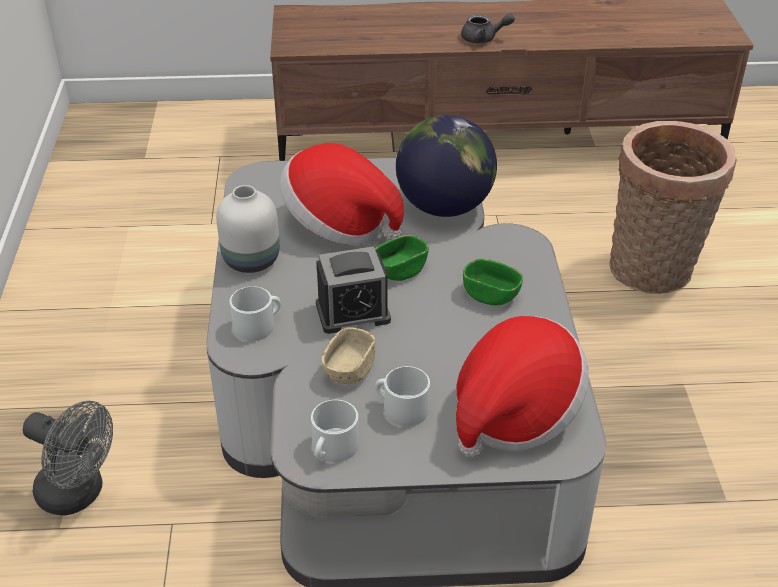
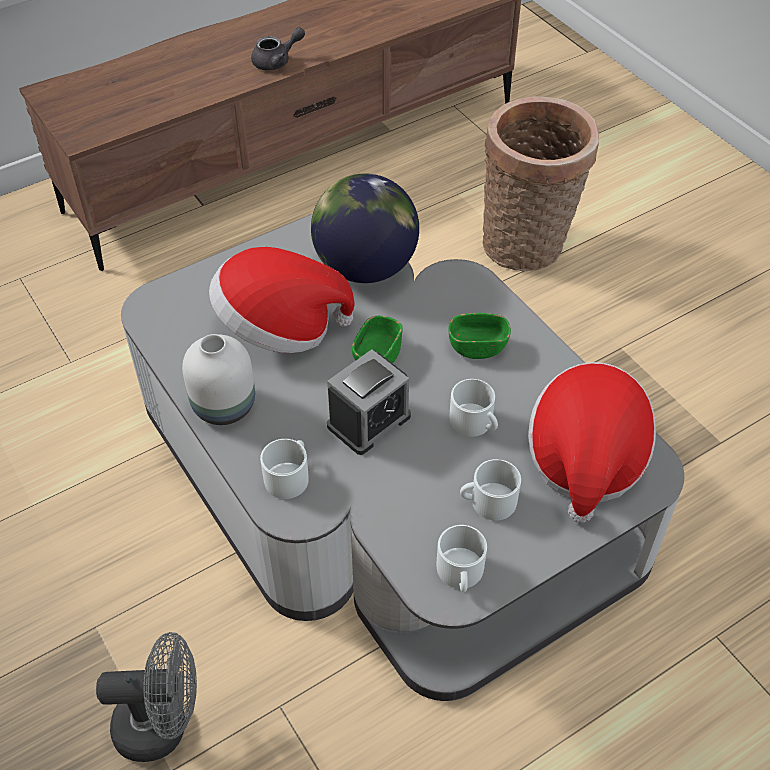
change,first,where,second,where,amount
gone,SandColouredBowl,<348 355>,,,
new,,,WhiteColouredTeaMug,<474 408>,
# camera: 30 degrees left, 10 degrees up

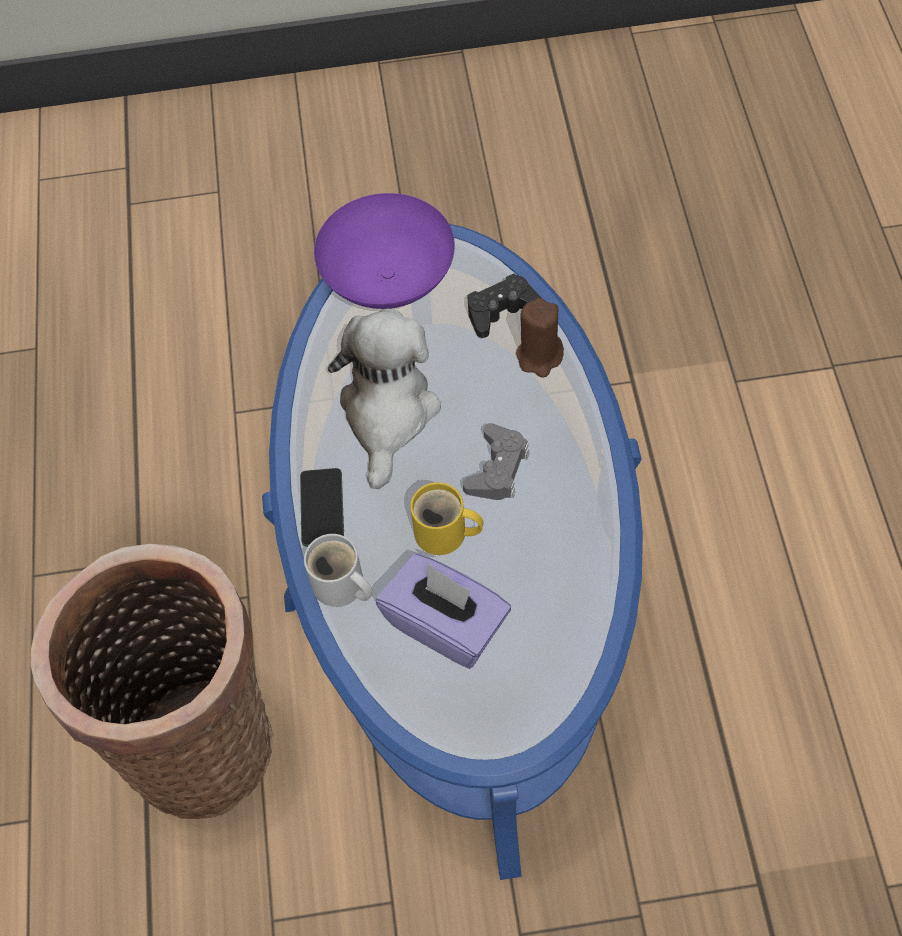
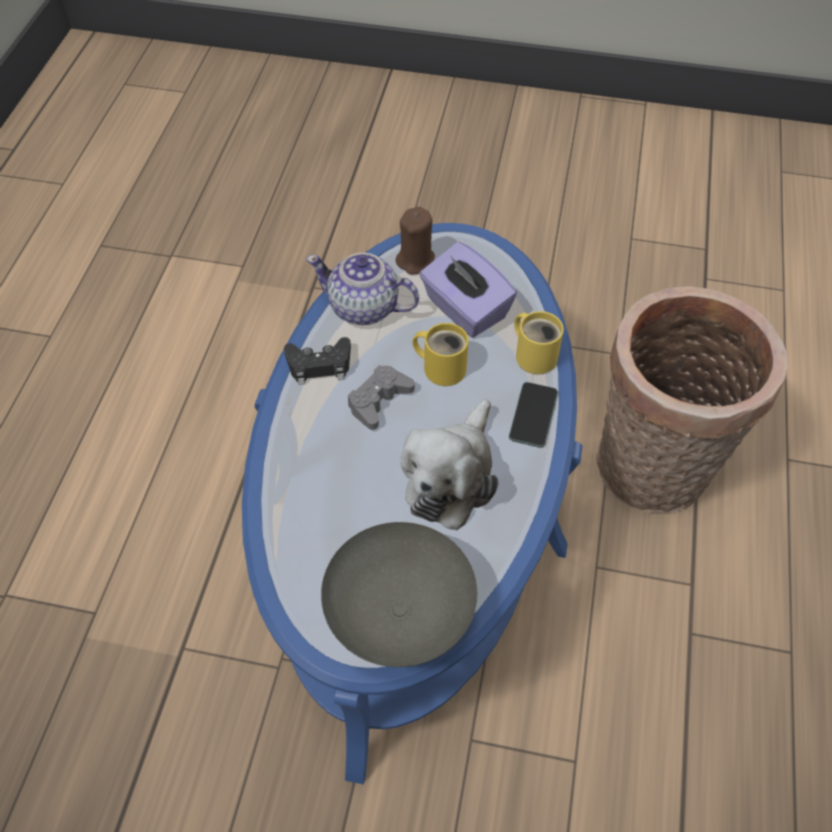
change,first,where,second,where,amount
repainted,PurplishBowl,<384 251>,GrayBowl,<399 594>,
shifted,BlackColouredGamepad,<504 306>,,<317 360>,
shifted,BrownishCandle,<540 337>,,<415 240>,
repainted,WhiteColouredTeaMug,<338 570>,YellowishTeaMug,<539 342>,
new,,,Teapot,<362 289>,
# camera: 165 degrees left, 5 degrees down

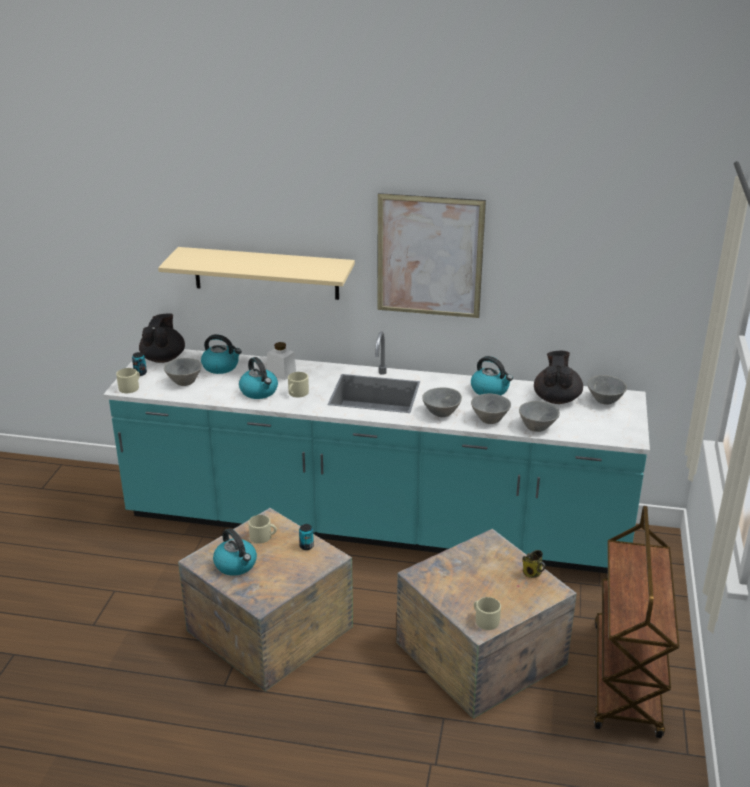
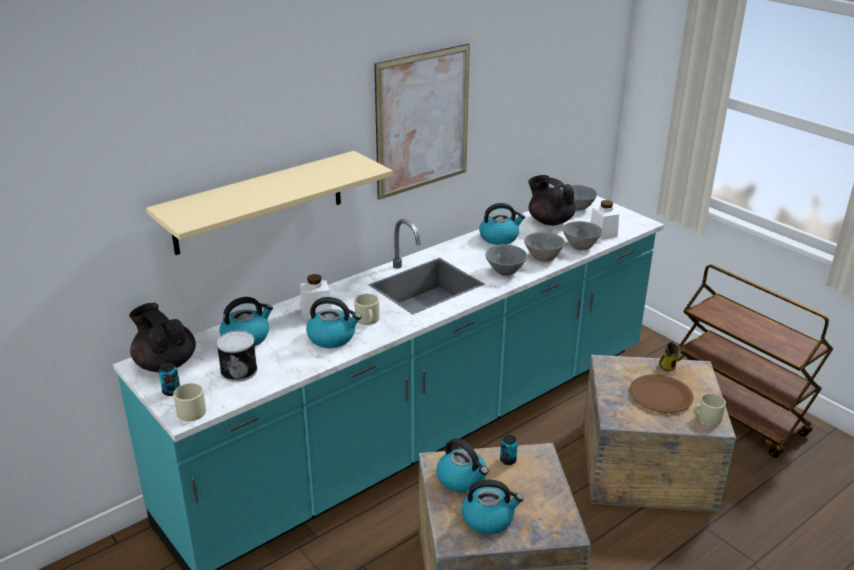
change,first,where,second,where,amount
swapped,GrayBowl,<183 372>,MetalCan,<237 356>,
swapped,SandColouredTeaMug,<262 529>,Kettle,<462 465>,
new,,,WhiteColouredPreserveJar,<604 220>,
new,,,BrownishFlatDish,<661 393>,
# camera: 50 degrees left, 0 degrees up

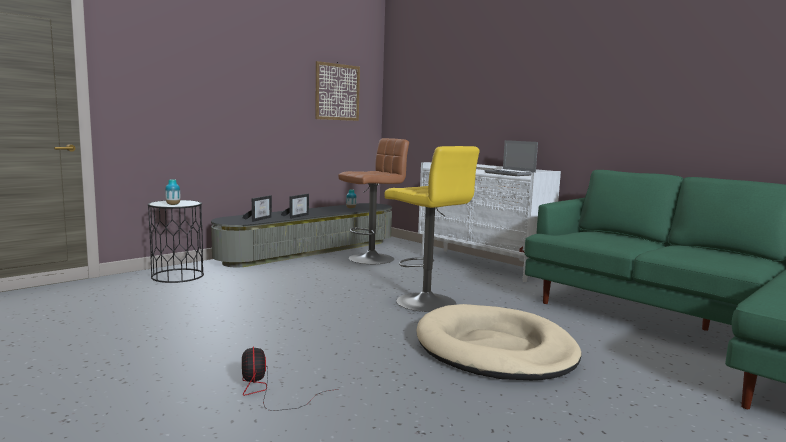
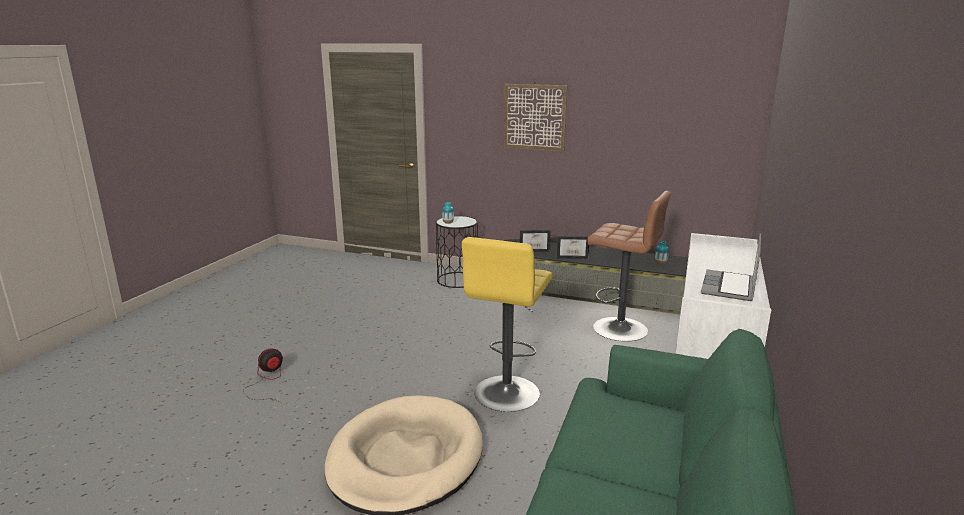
change,first,where,second,where,amount
shifted,WallArt,<337 91>,,<535 116>,
# camera: 65 degrees right, 10 degrees up

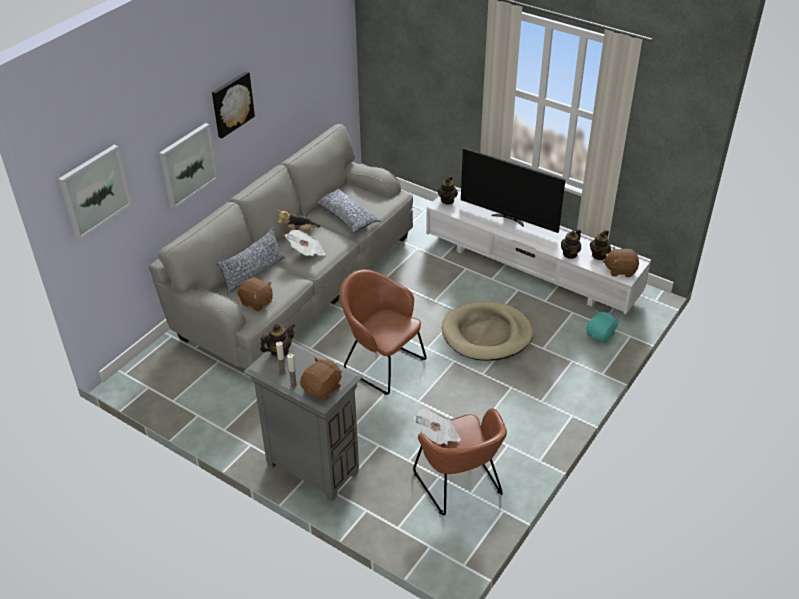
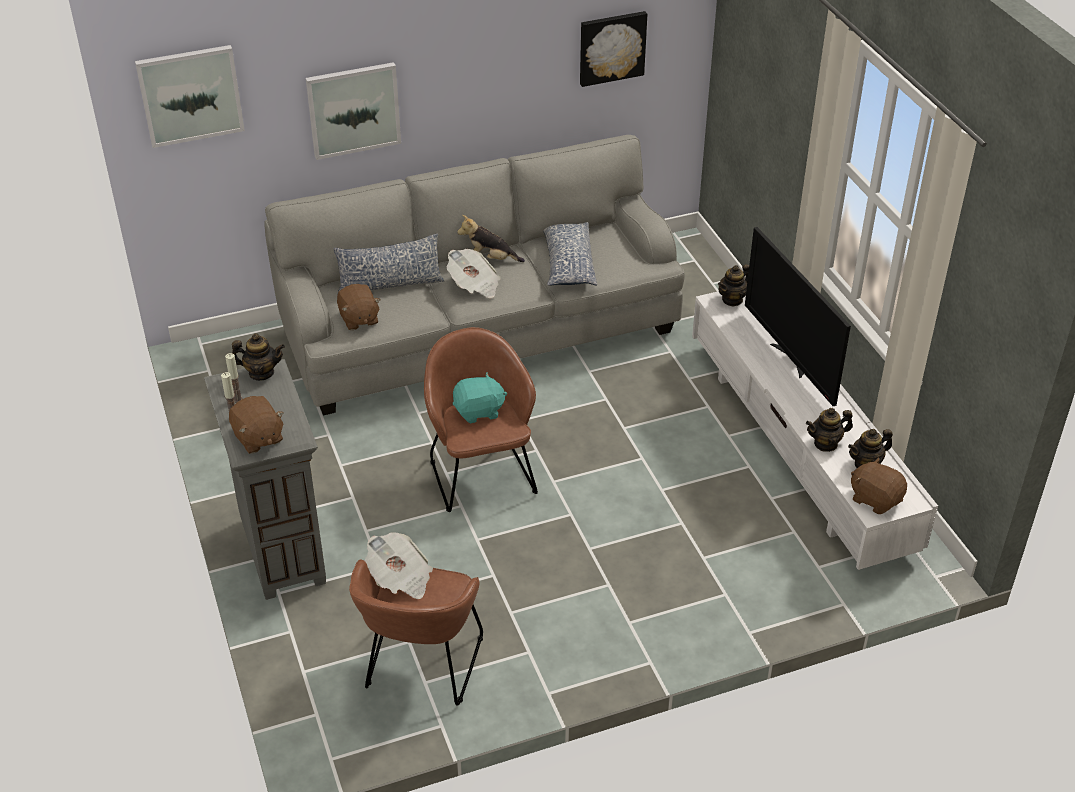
change,first,where,second,where,amount
shifted,WallArt,<233 104>,,<613 49>,
gone,SandColouredDogCushion,<487 331>,,,
shifted,TurquoiseColouredSoftToy,<603 327>,,<480 397>,
rotated,BrownishSoftToy,<321 378>,,<256 425>,75 degrees clockwise
# camera: 35 degrees right, 0 degrees up

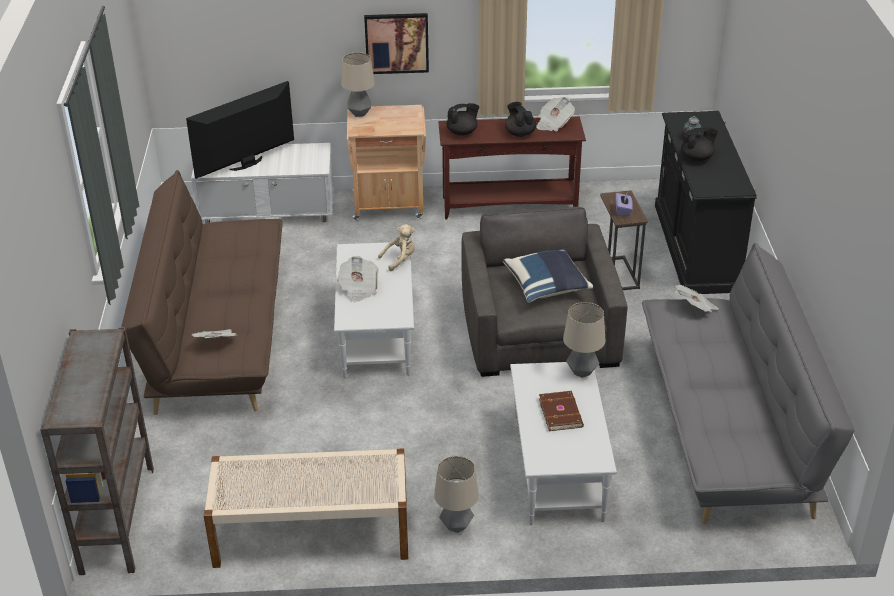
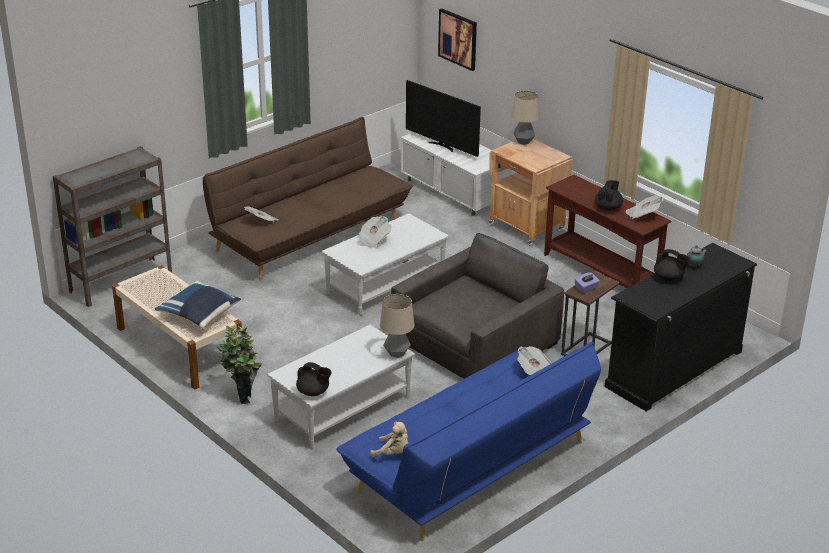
change,first,where,second,where,amount
shifted,WallArt,<396 43>,,<457 40>,
rotated,Television,<240 130>,,<443 118>,150 degrees counterclockwise
shifted,BlackColouredTeapot,<462 119>,,<314 379>,
shifted,SandColouredSoftToy,<396 247>,,<389 439>,
repainted,GraySettee,<748 383>,BluishSettee,<469 441>,
shifted,BluishThrowPillow,<548 275>,,<198 304>,
gone,BrownishBoundBook,<561 411>,,,
swapped,TableLamp,<456 494>,Houseplant,<239 364>,
# camera: 50 degrees right, 5 degrees down

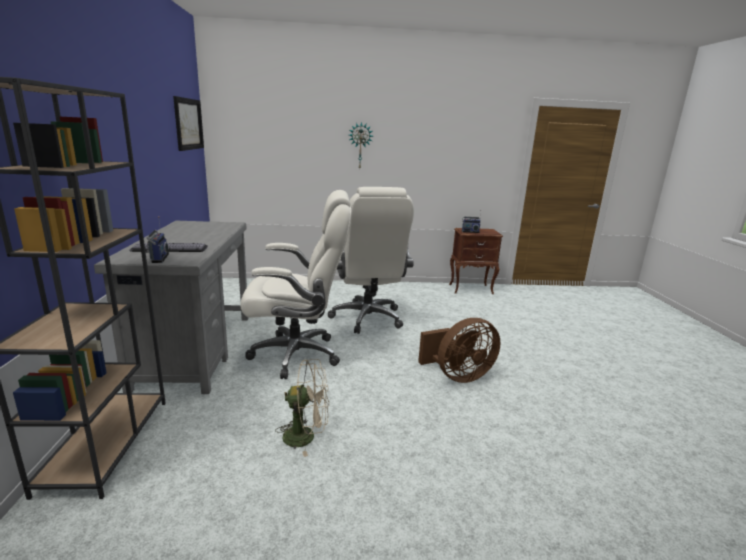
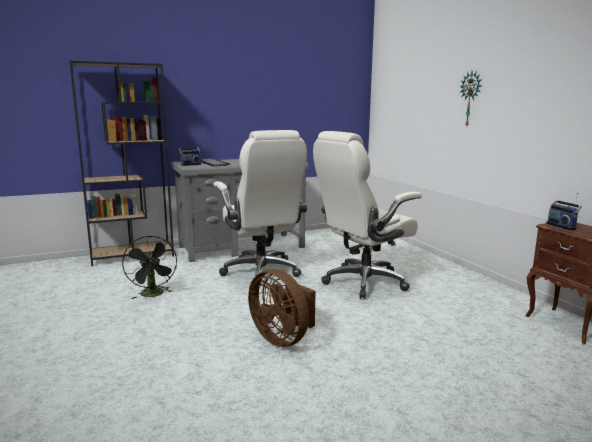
change,first,where,second,where,amount
gone,WallArt,<188 123>,,,
repainted,SandColouredElectricFan,<302 408>,BlackColouredElectricFan,<149 267>,
# camera: 70 degrees right, 5 degrees down

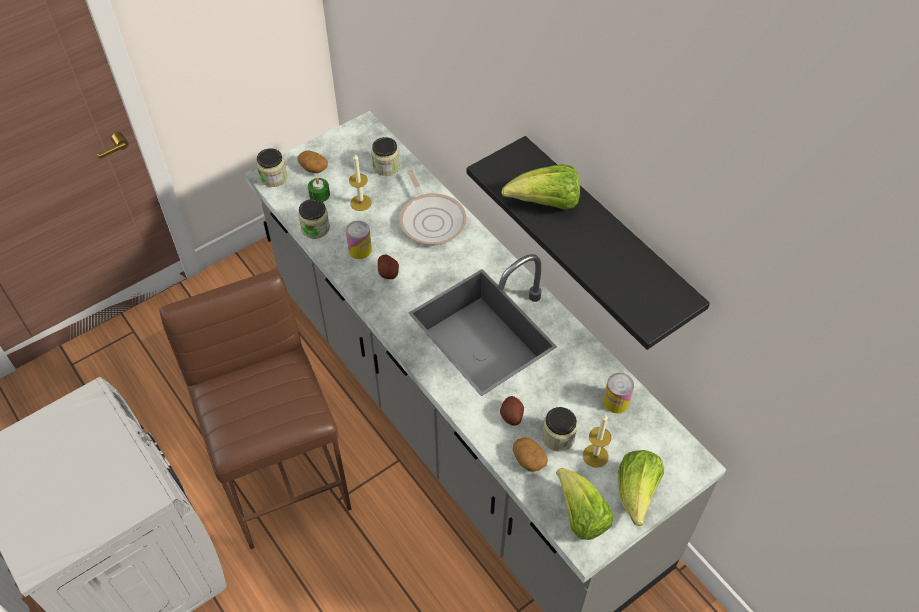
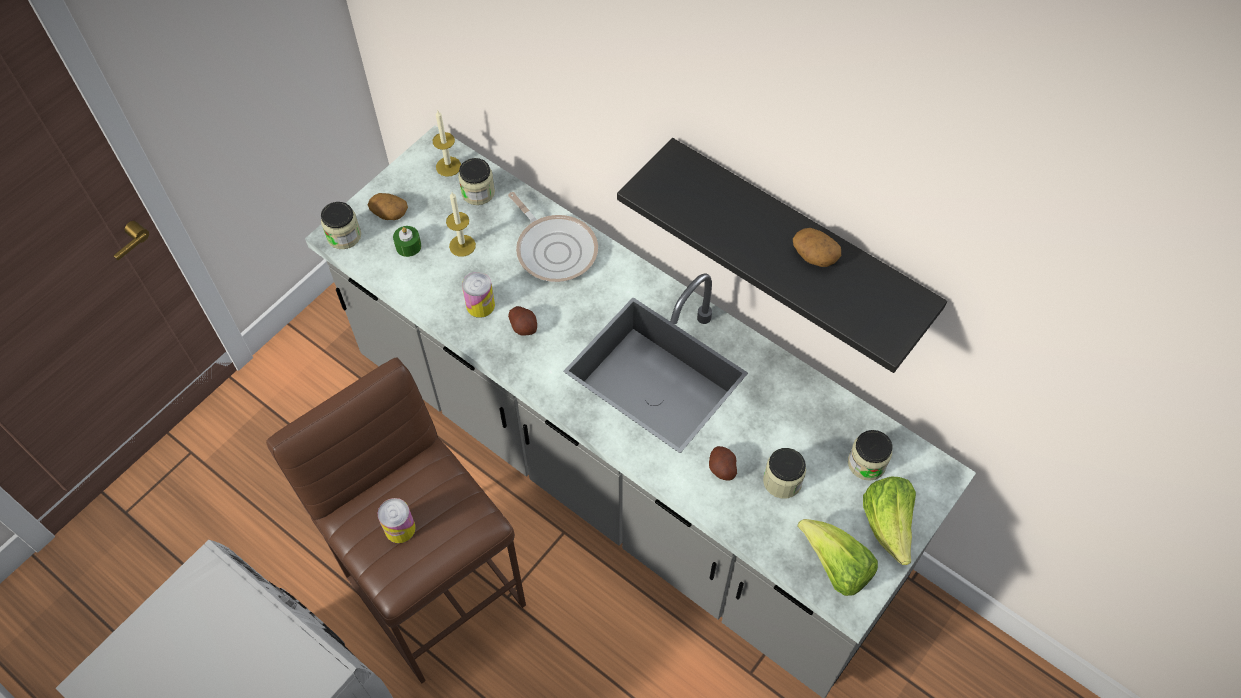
change,first,where,second,where,amount
gone,Lettuce,<540 187>,,,
shifted,PreserveJar,<314 219>,,<870 455>,
shifted,MetalCan,<618 393>,,<397 520>,
shifted,Candle,<597 441>,,<447 143>,
shifted,WholePotato,<530 454>,,<817 247>,
# camera: 15 degrees left, 5 degrees up

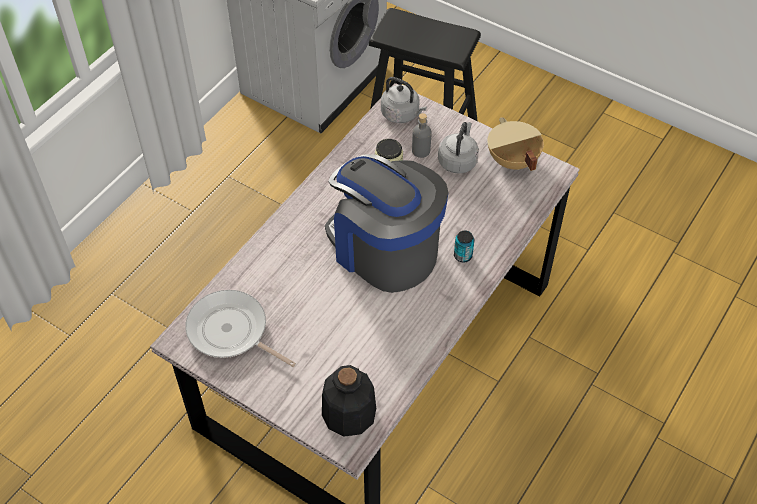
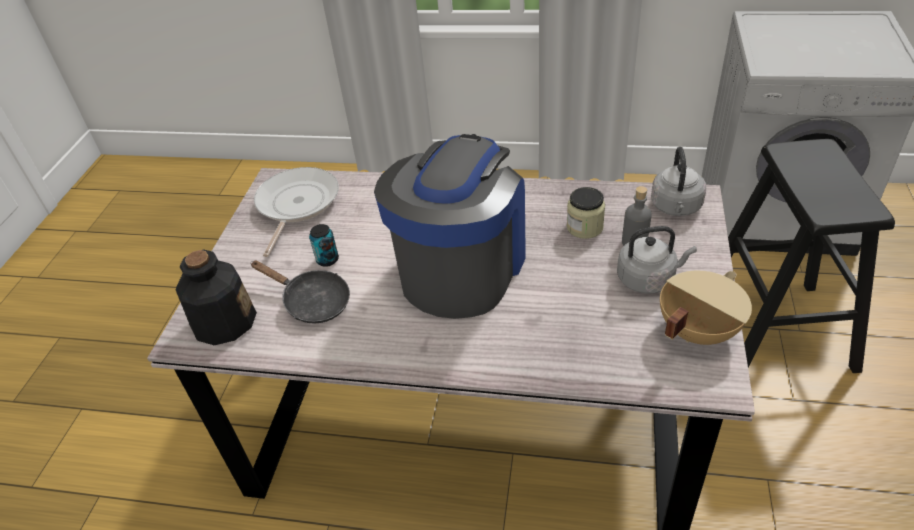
change,first,where,second,where,amount
shifted,MetalCan,<464 246>,,<324 245>,
new,,,BlackColouredPan,<300 292>,
# camera: 70 degrees right, 10 degrees down

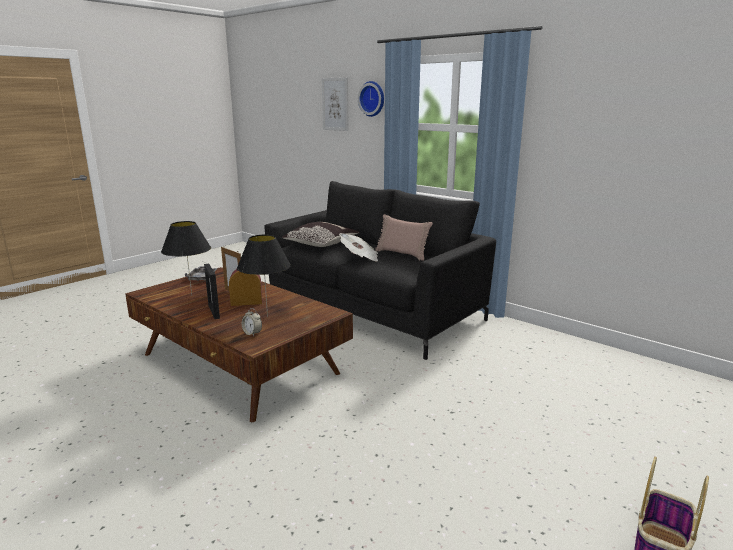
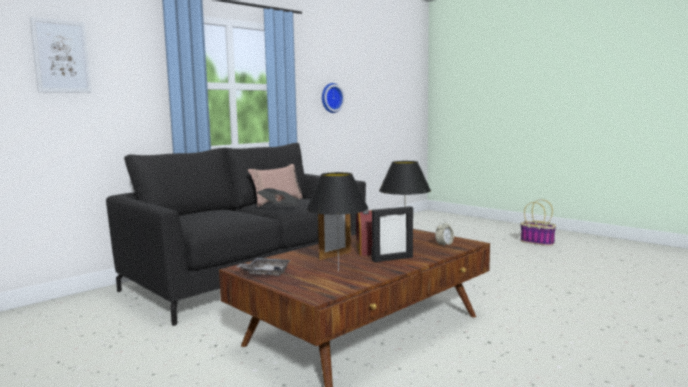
change,first,where,second,where,amount
shifted,ClockOnTheWall,<371 99>,,<333 98>,
gone,ThrowPillow,<320 234>,,,
# camera: 85 degrees left, 10 degrees down

